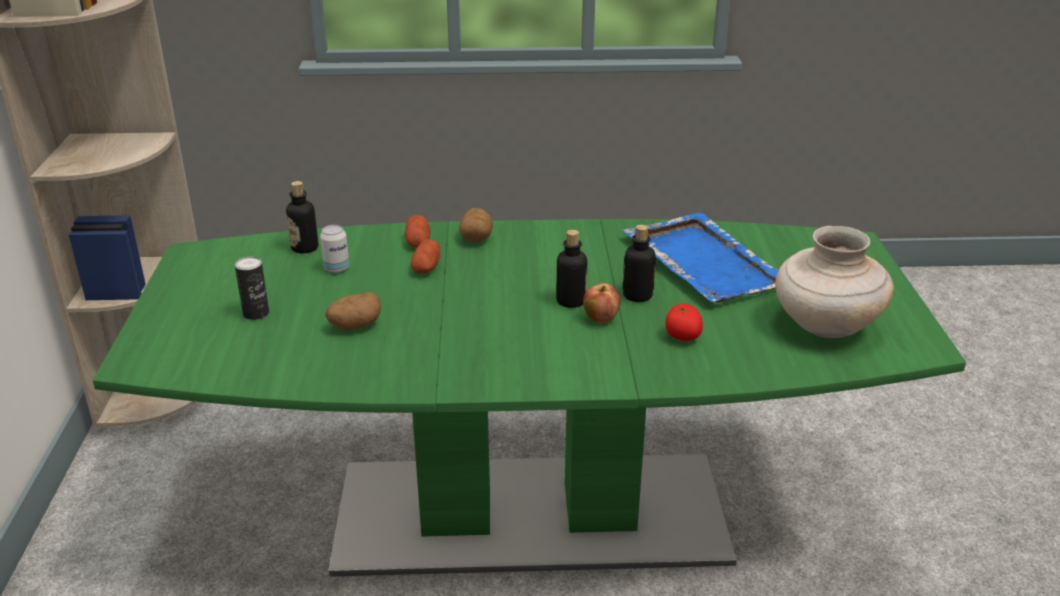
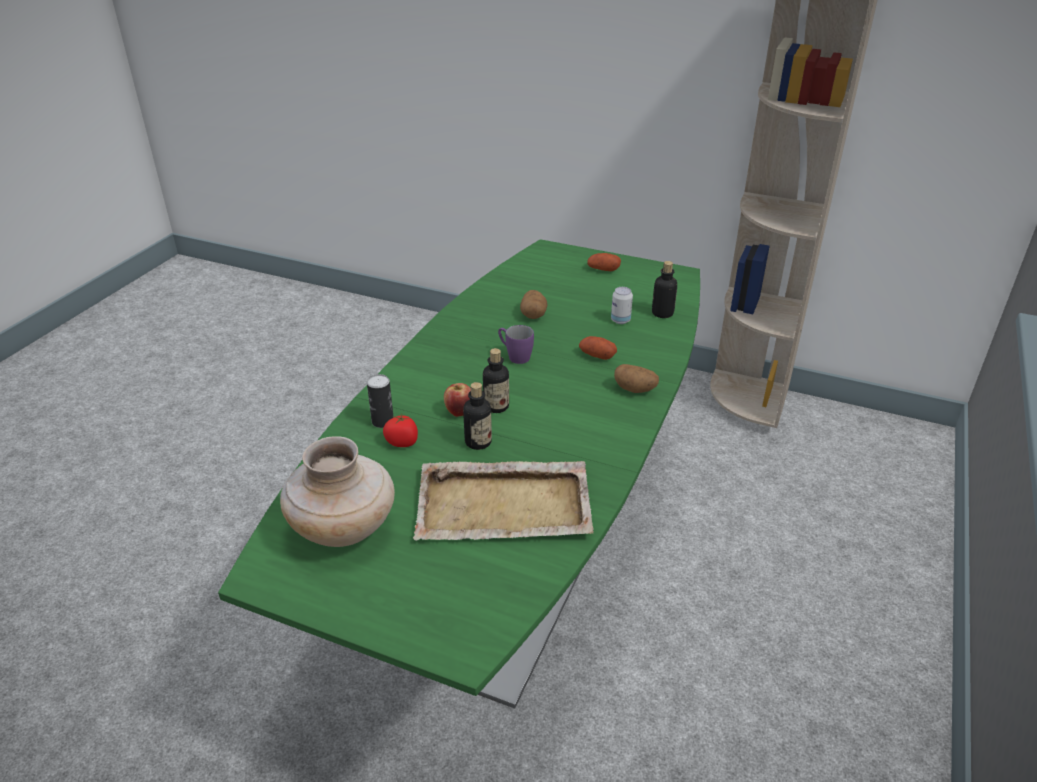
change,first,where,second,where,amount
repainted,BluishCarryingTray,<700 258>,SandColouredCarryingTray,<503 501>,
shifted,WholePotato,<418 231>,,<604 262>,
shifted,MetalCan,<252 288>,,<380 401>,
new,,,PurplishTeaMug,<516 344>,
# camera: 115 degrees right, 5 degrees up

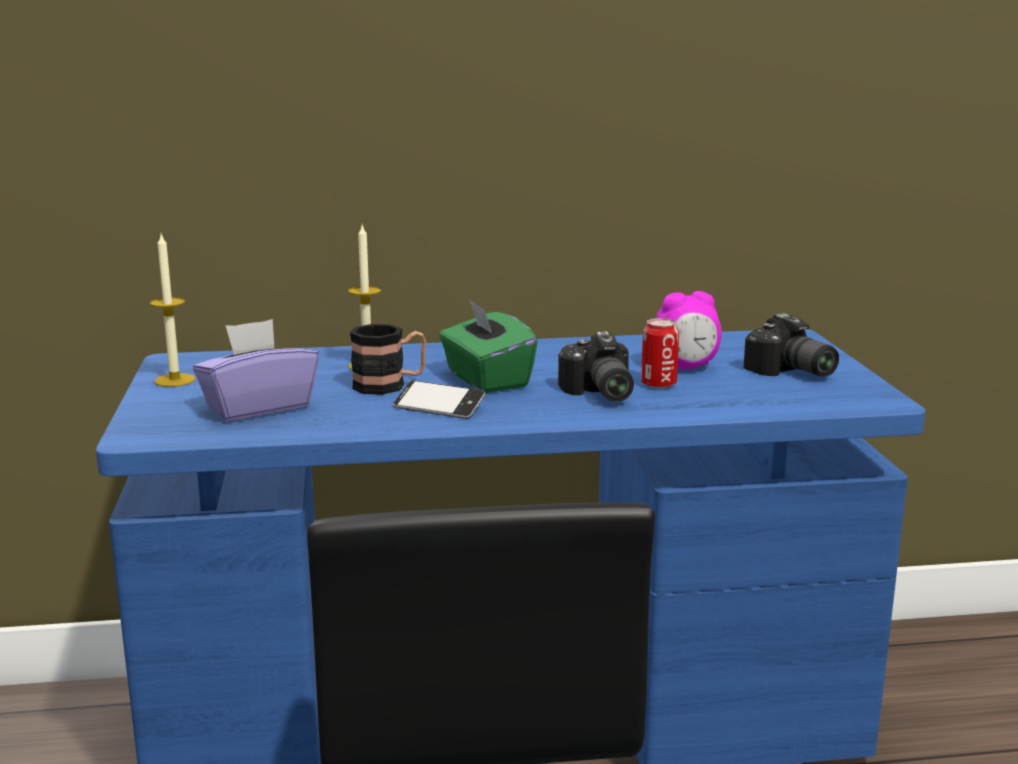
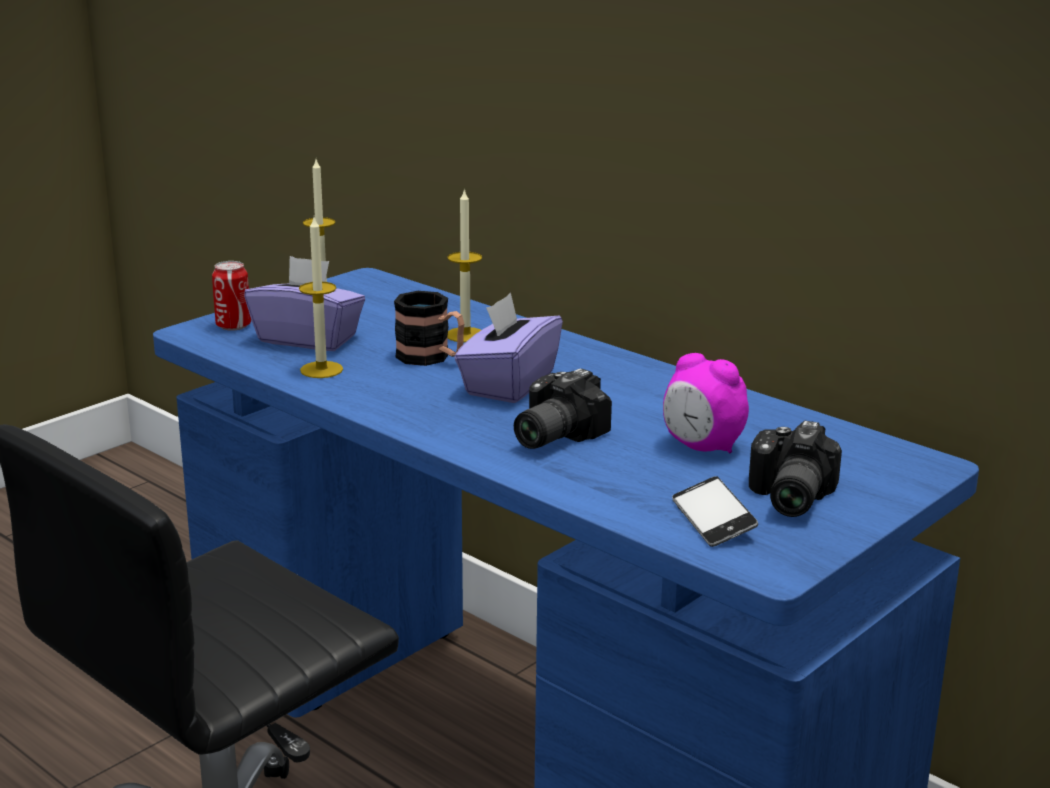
change,first,where,second,where,amount
repainted,GreenishTissueHolder,<488 346>,PurplishTissueHolder,<509 348>,
shifted,MetalCan,<660 353>,,<231 296>,
shifted,Handset,<439 399>,,<715 511>,
new,,,Candle,<321 297>,
# camera: 50 degrees right, 5 degrees up

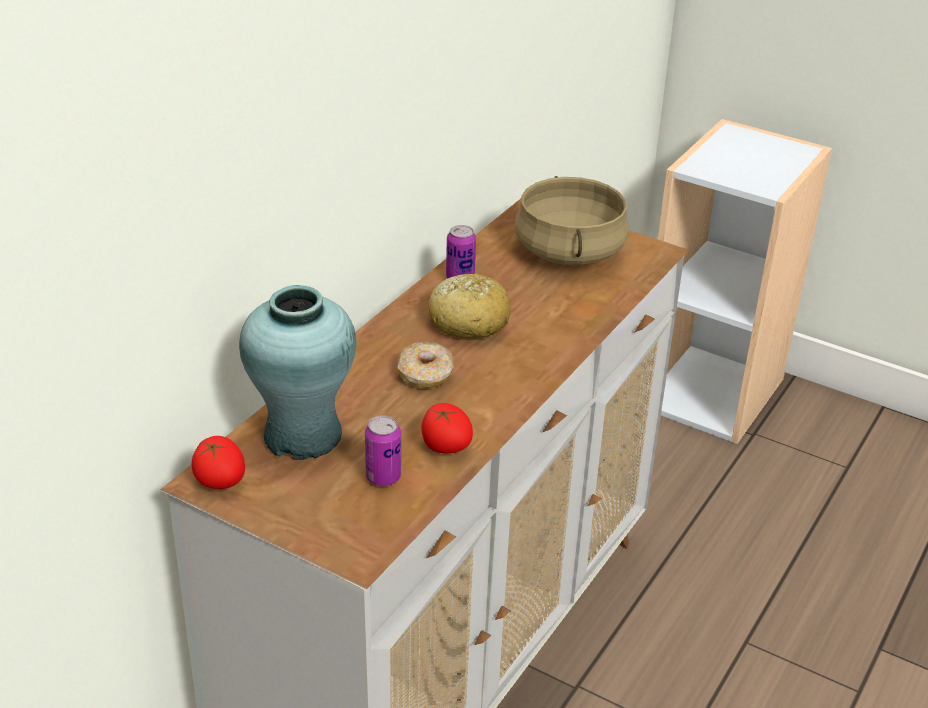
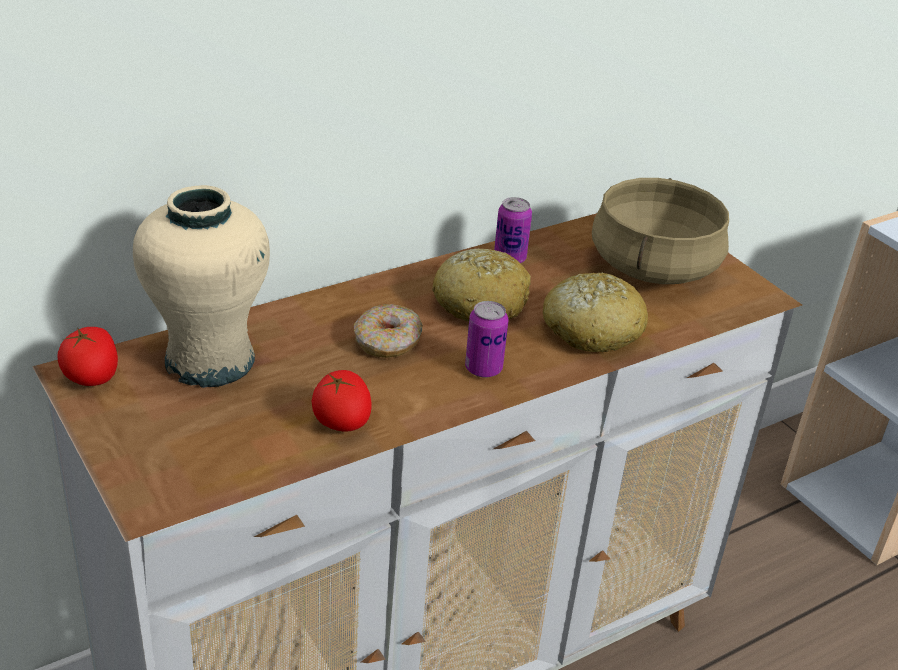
change,first,where,second,where,amount
repainted,TurquoiseColouredFlowerVase,<297 372>,SandColouredFlowerVase,<201 286>,
shifted,MetalCan,<383 451>,,<486 339>,
new,,,BakeryBread,<595 312>,
# camera: 25 degrees right, 0 degrees up

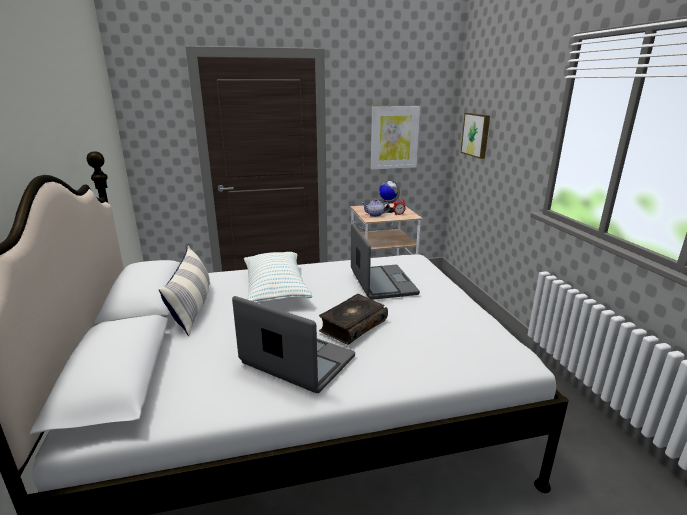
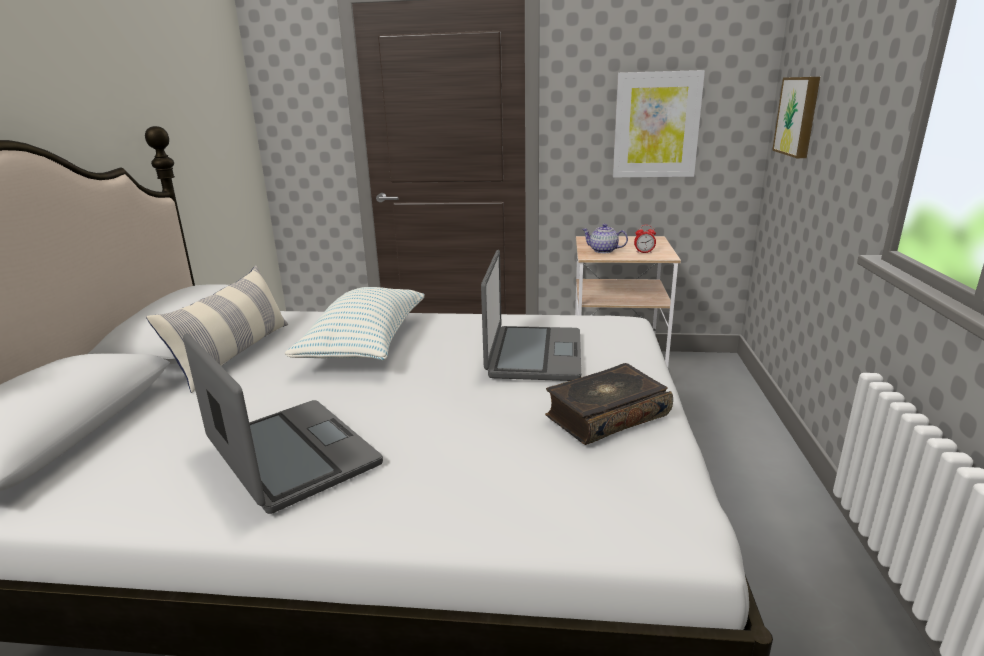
change,first,where,second,where,amount
gone,WorldGlobe,<389 196>,,,
shifted,BoundBook,<353 319>,,<609 404>,
# camera: 20 degrees right, 0 degrees up

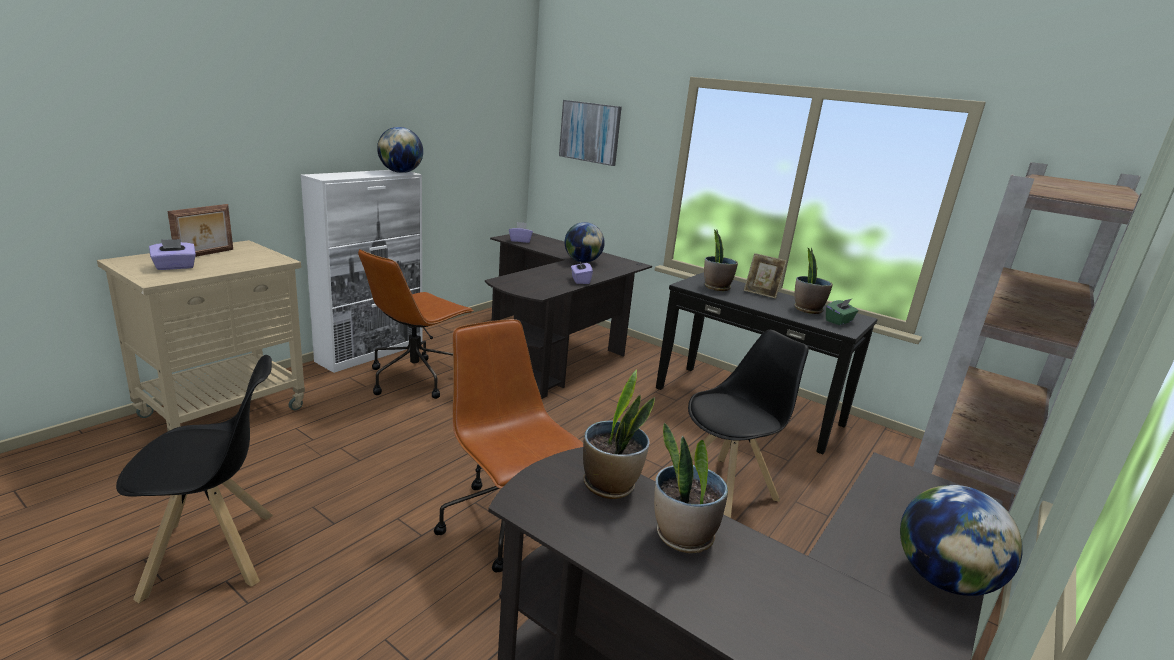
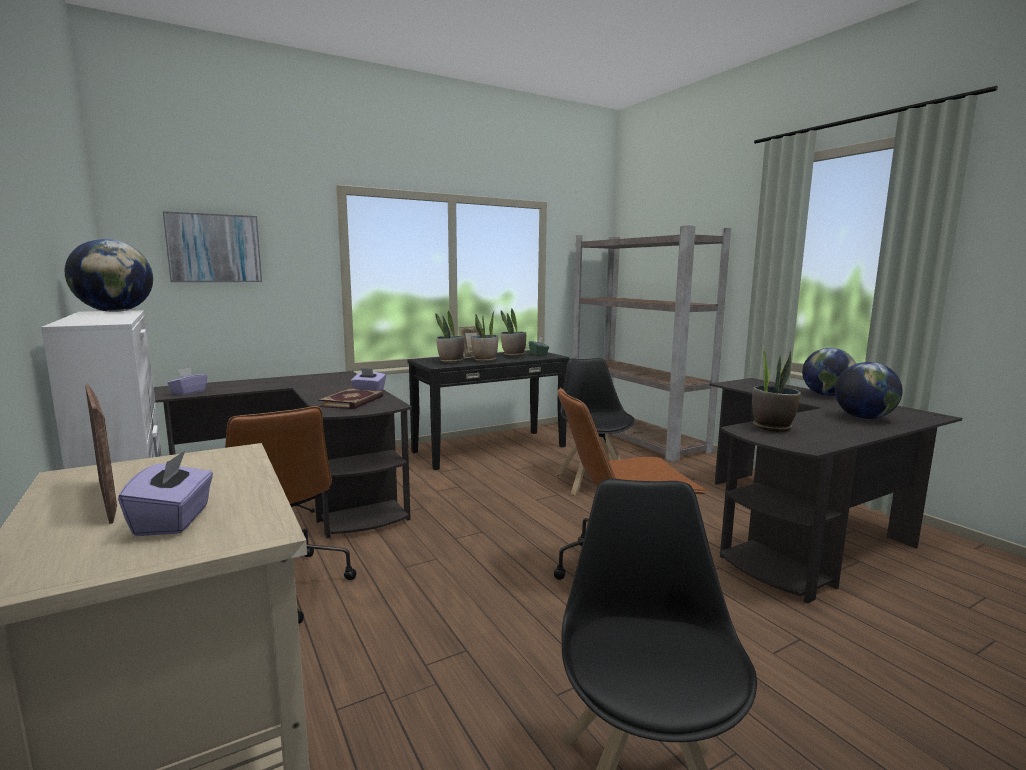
change,first,where,second,where,amount
shifted,WorldGlobe,<585 242>,,<869 390>,
shifted,Houseplant,<691 488>,,<484 336>,
new,,,BoundBook,<350 398>,
# camera: 65 degrees left, 10 degrees down

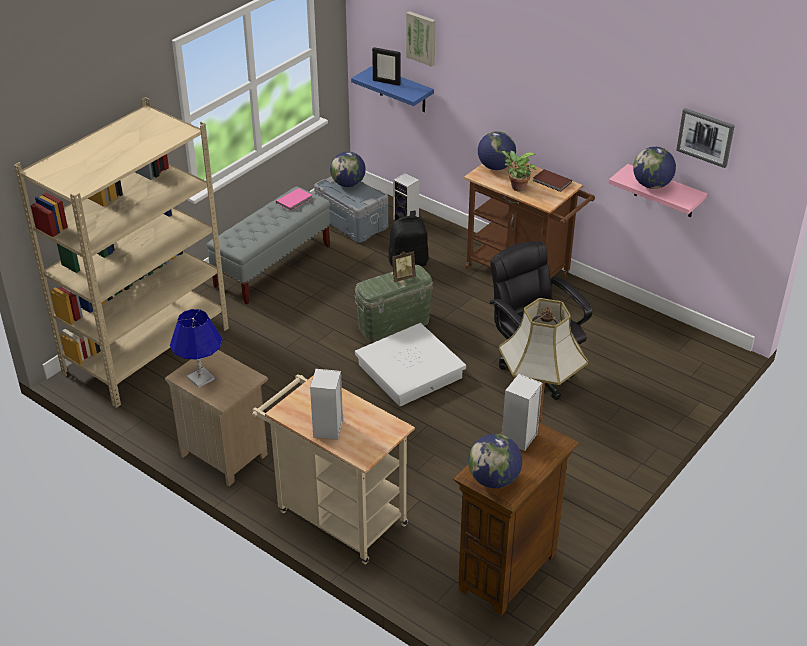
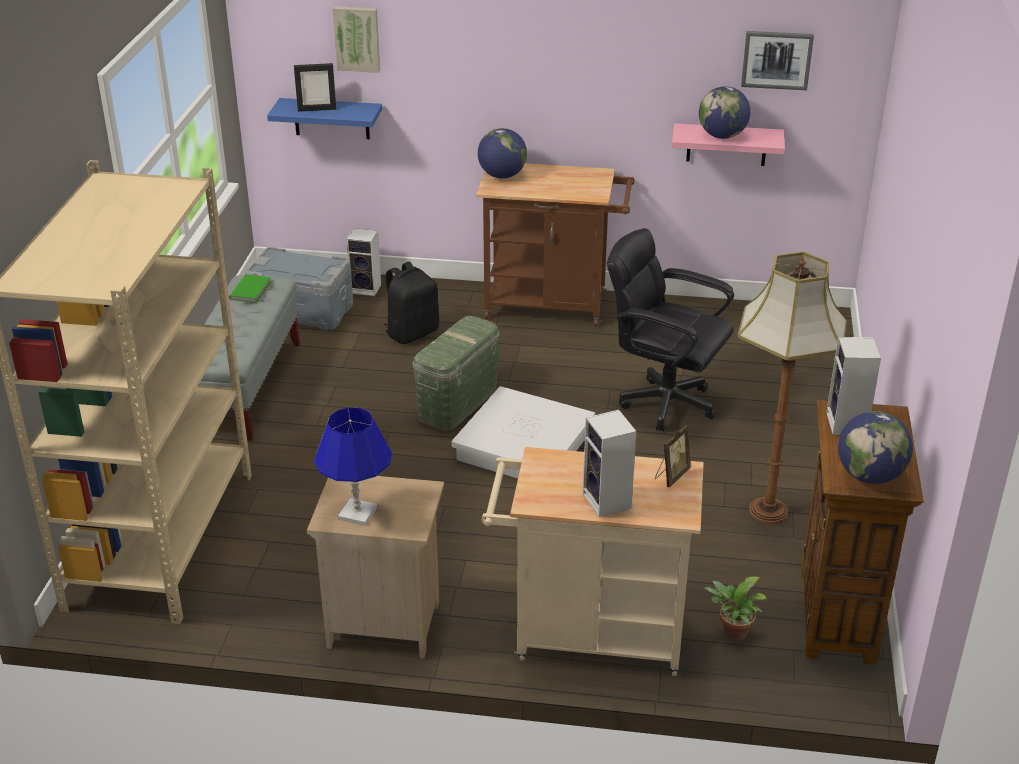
change,first,where,second,where,amount
gone,WorldGlobe,<348 169>,,,
shifted,Houseplant,<519 171>,,<735 609>,
gone,BrownishBoundBook,<552 180>,,,
repainted,PinkishBoundBook,<294 199>,GreenishBoundBook,<250 288>,
shifted,StandingFrame,<404 266>,,<673 456>,
# camera: 30 degrees left, 5 degrees down

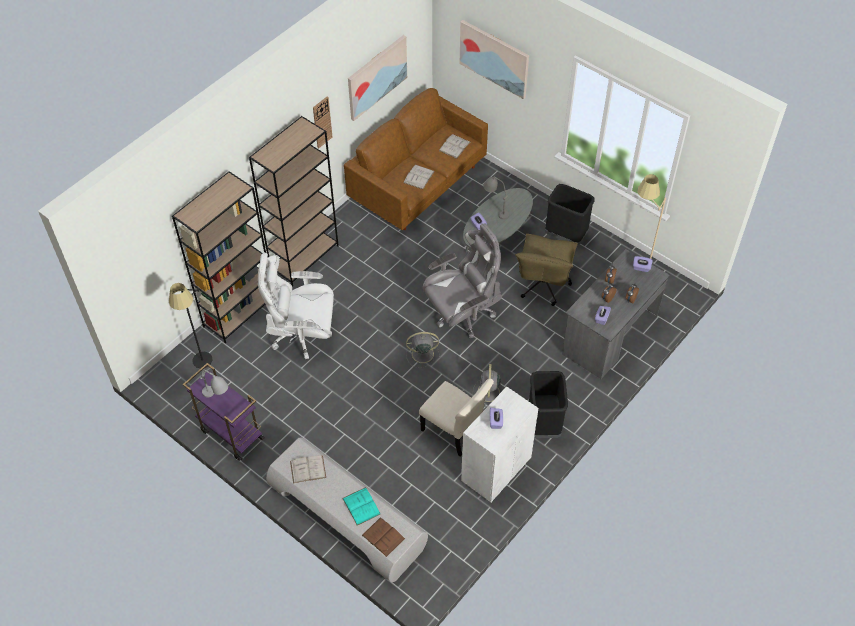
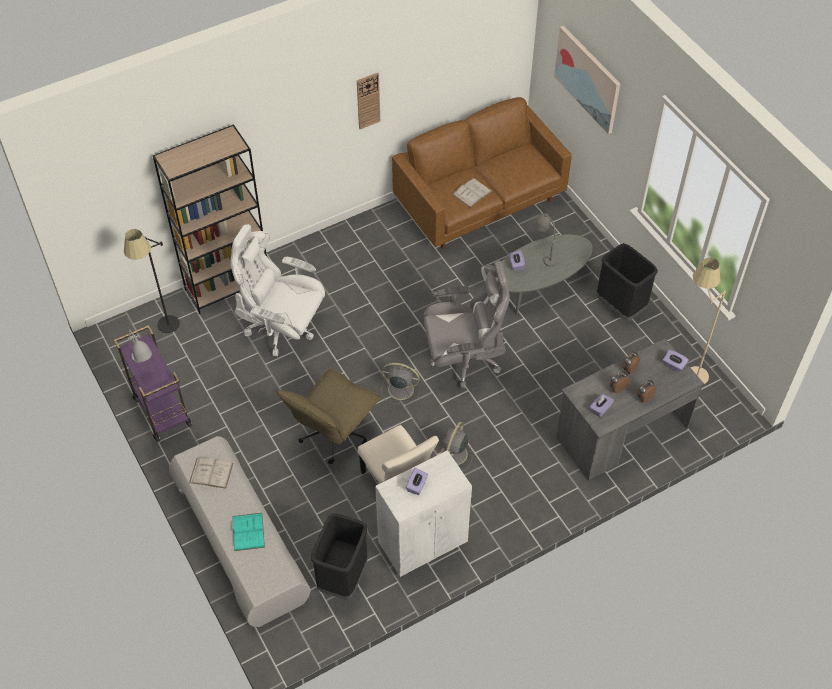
change,first,where,second,where,amount
gone,WallArt,<377 78>,,,
gone,SandColouredBookshelf,<294 201>,,,
gone,WhiteColouredBoundBook,<454 146>,,,
shifted,SandColouredComputerChair,<546 270>,,<329 416>,
shifted,BlackColouredTrashCan,<548 404>,,<339 556>,
gone,BrownishBoundBook,<383 537>,,,
# camera: 20 degrees right, 0 degrees up

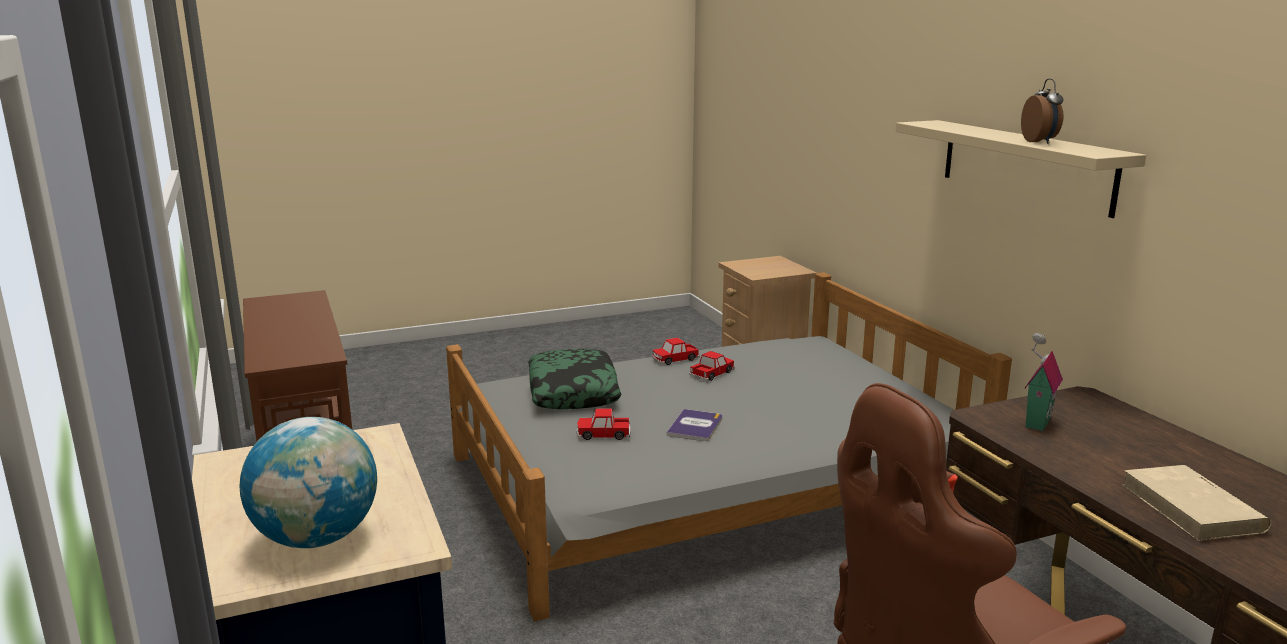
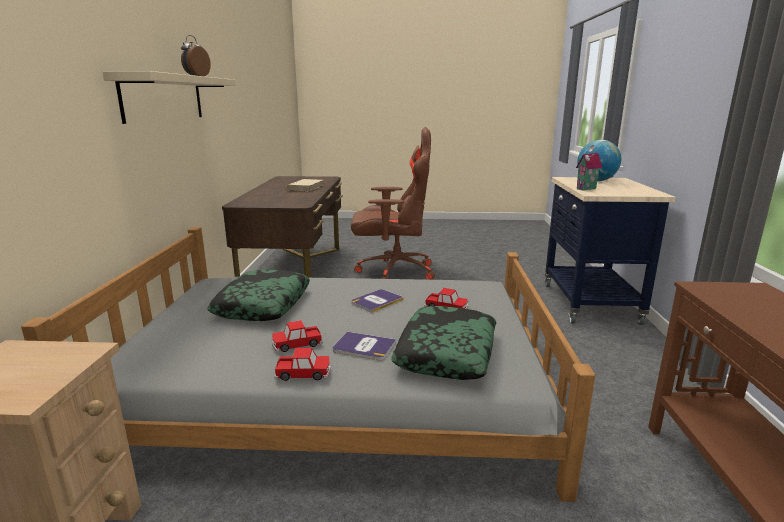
change,first,where,second,where,amount
shifted,ModelHouse,<1043 382>,,<589 168>,
new,,,ThrowPillow,<258 295>,
new,,,BoundBook,<364 346>,
# camera: 155 degrees left, 0 degrees up

